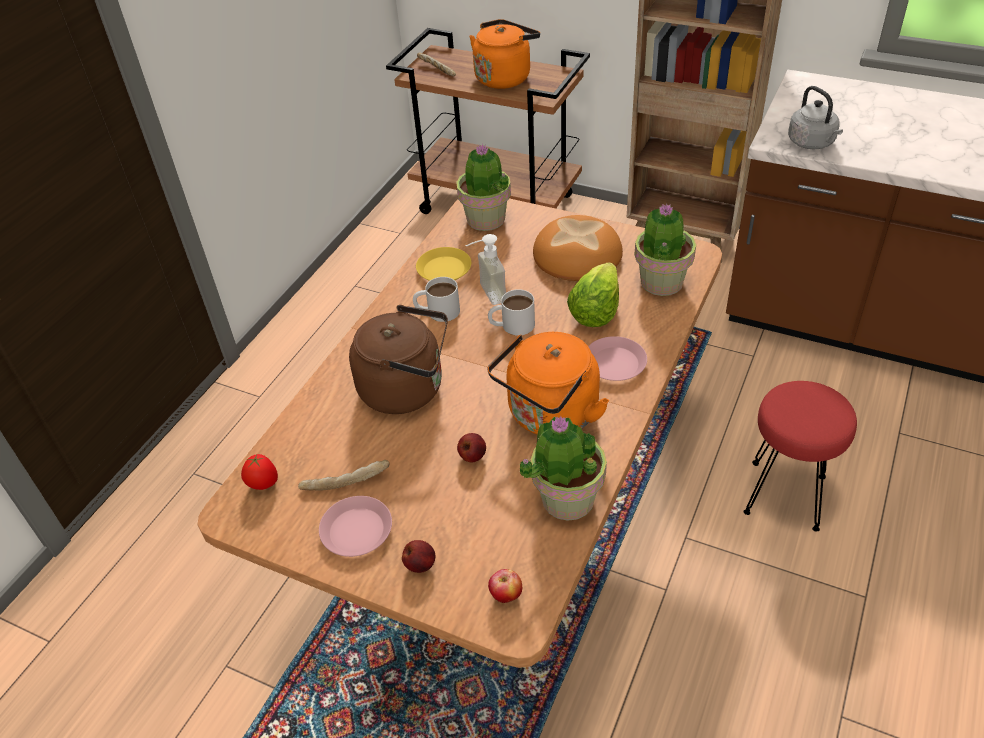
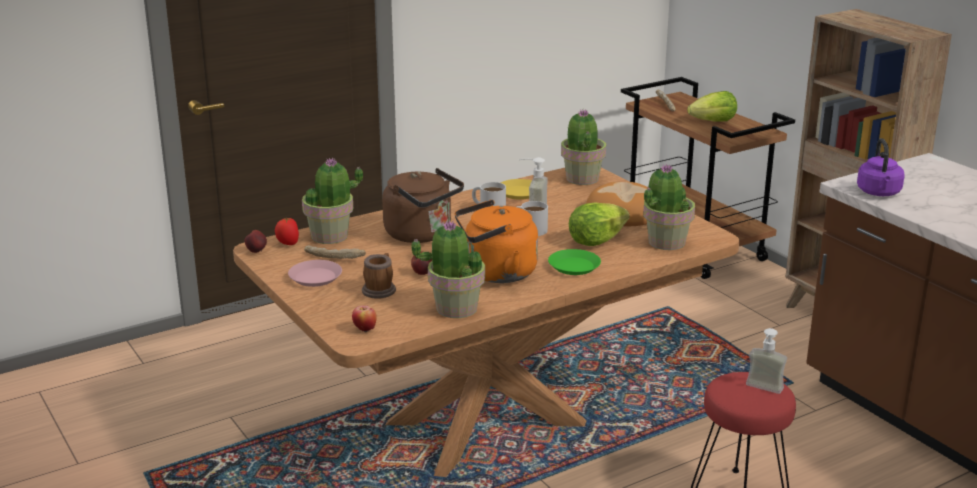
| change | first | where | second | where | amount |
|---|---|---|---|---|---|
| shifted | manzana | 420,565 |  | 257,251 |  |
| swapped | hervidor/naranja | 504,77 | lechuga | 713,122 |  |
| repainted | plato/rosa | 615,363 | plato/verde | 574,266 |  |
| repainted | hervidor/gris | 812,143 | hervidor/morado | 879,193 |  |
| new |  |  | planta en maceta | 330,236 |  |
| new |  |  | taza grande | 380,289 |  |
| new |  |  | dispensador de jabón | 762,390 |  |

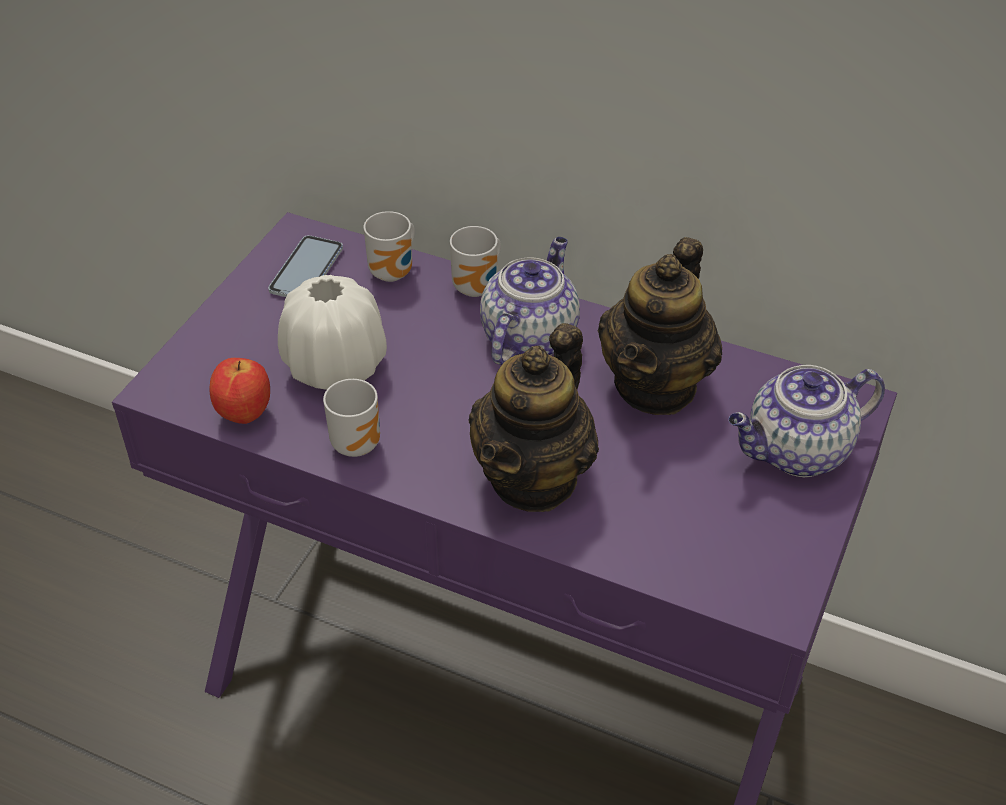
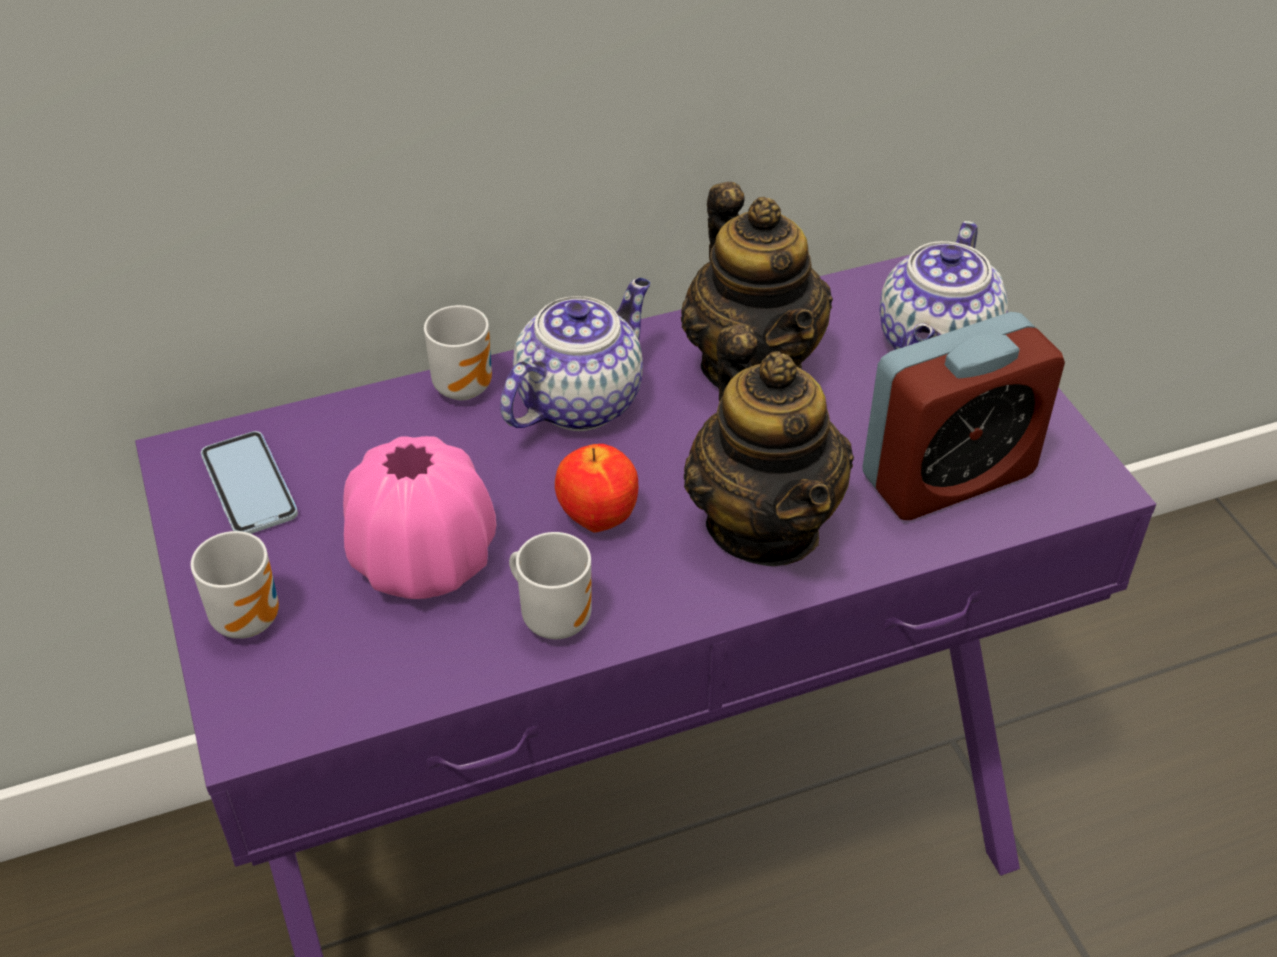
| change | first | where | second | where | amount |
|---|---|---|---|---|---|
| shifted | manzana | 244,414 |  | 596,519 |  |
| repainted | florero/blanco | 335,366 | florero/rosa | 424,561 |  |
| shifted | taza grande | 395,273 |  | 251,617 |  |
| rotated | tetera | 529,336 |  | 580,400 | 60 degrees clockwise |
| new |  |  | despertador | 948,476 |  |

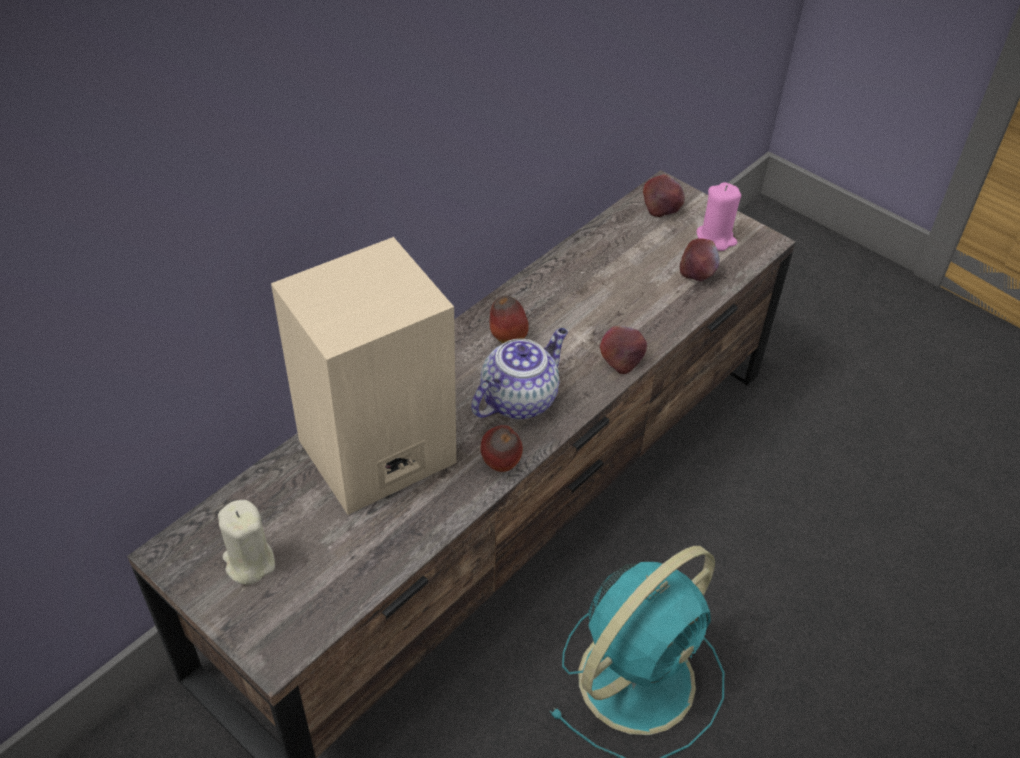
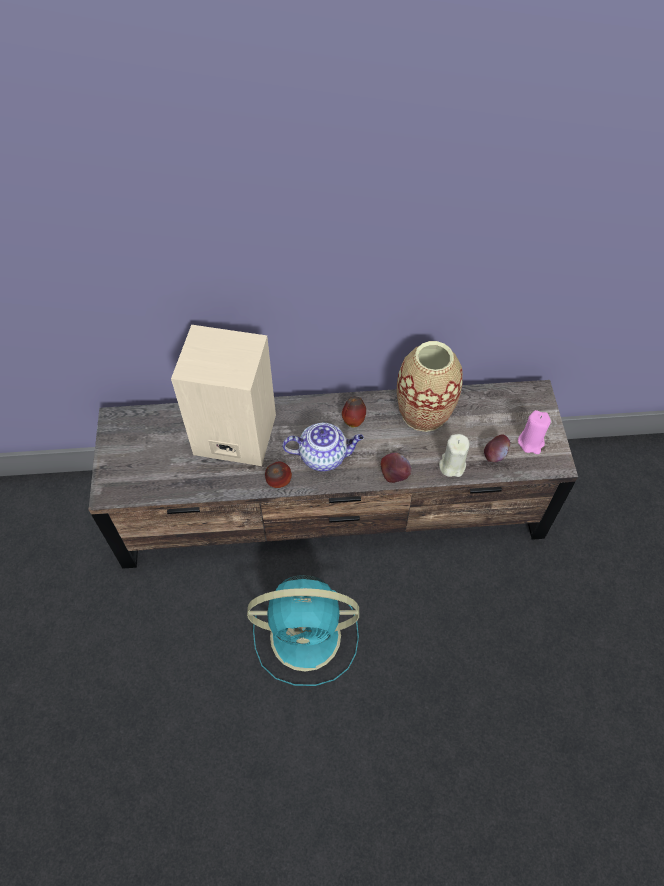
| change | first | where | second | where | amount |
|---|---|---|---|---|---|
| shifted | vela/beis | 249,562 |  | 452,465 |  |
| gone | manzana | 662,209 |  |  |  |
| new |  |  | florero | 424,412 |  |

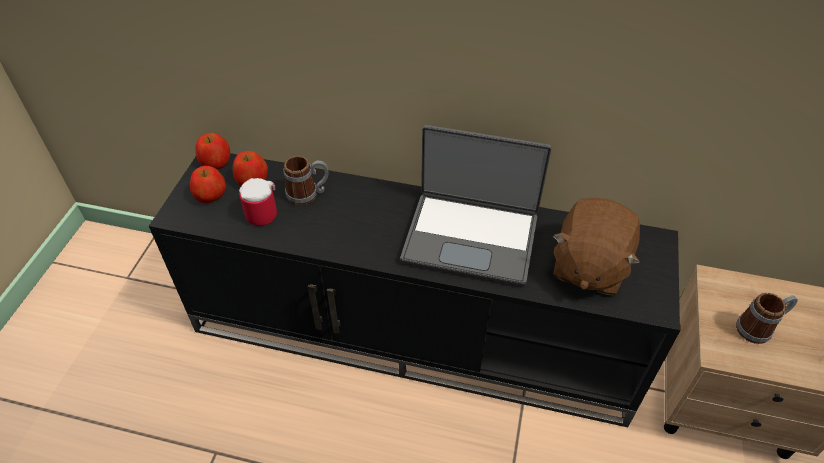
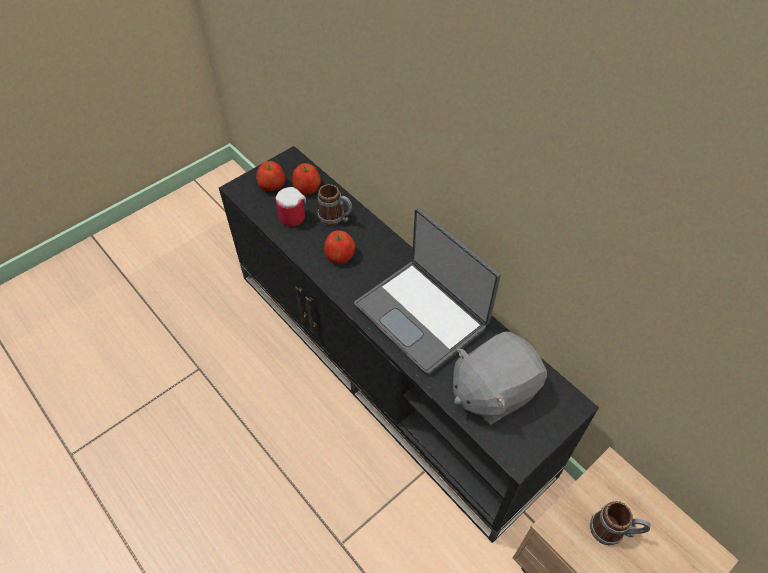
| change | first | where | second | where | amount |
|---|---|---|---|---|---|
| shifted | manzana | 215,161 |  | 340,255 |  |
| repainted | peluche/marrón | 588,266 | peluche/gris | 493,390 |  |

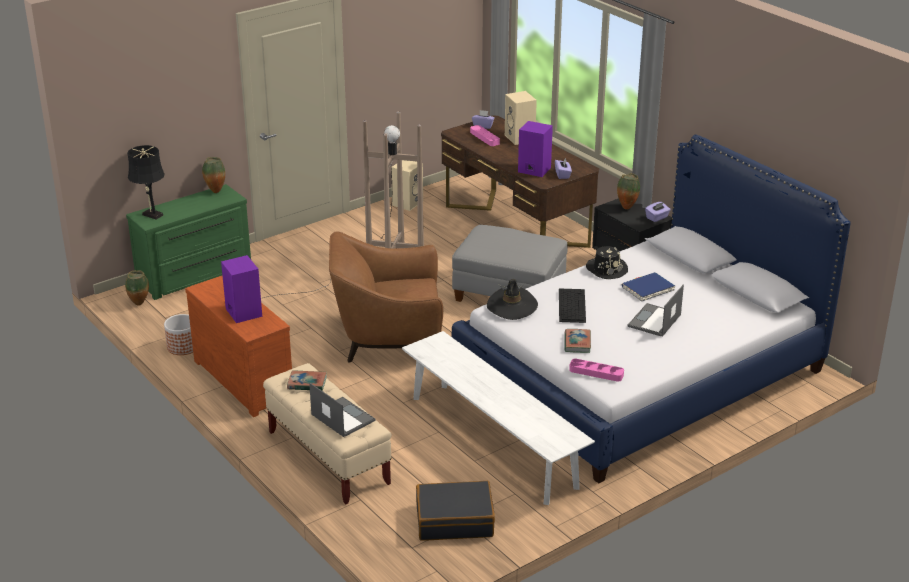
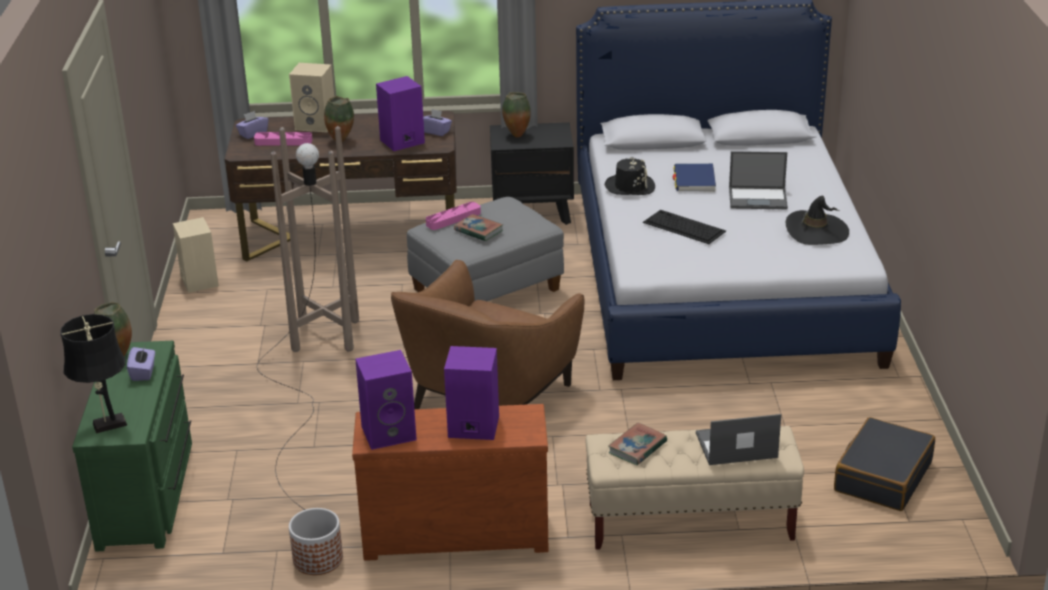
| change | first | where | second | where | amount |
|---|---|---|---|---|---|
| shifted | florero | 140,304 |  | 341,141 |  |
| gone | banco/blanco | 492,441 |  |  |  |
| shifted | sombrero/negro | 512,306 |  | 816,231 |  |
| shifted | libro | 577,343 |  | 478,230 |  |
| shifted | bandeja/rosa | 596,372 |  | 453,219 |  |
| rotated | portátil | 654,321 |  | 758,198 | 60 degrees counterclockwise |
| shifted | caja de pañuelos/morado | 657,218 |  | 143,372 |  |
| new |  |  | altavoz/morado | 389,432 |  |

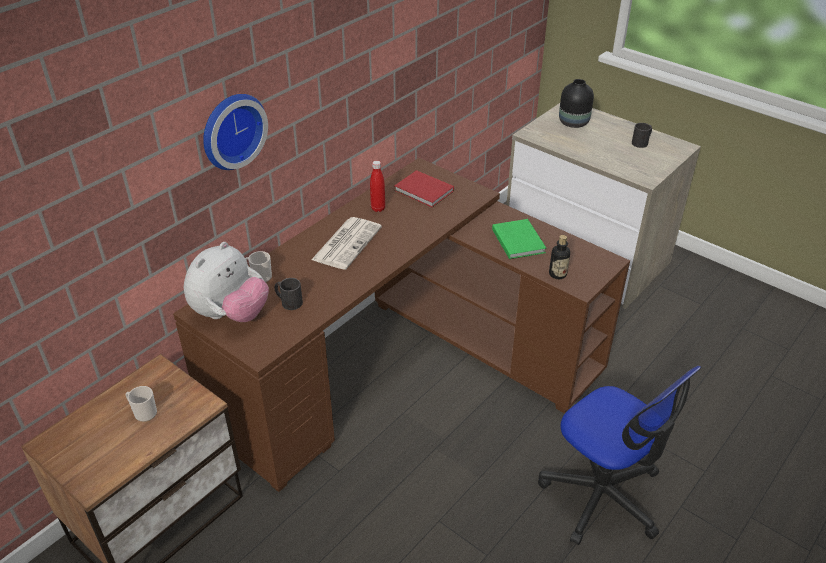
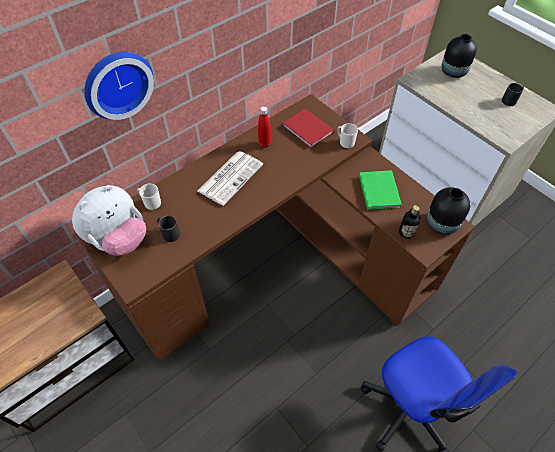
| change | first | where | second | where | amount |
|---|---|---|---|---|---|
| shifted | taza grande | 143,413 |  | 345,142 |  |
| new |  |  | florero/negro | 442,223 |  |

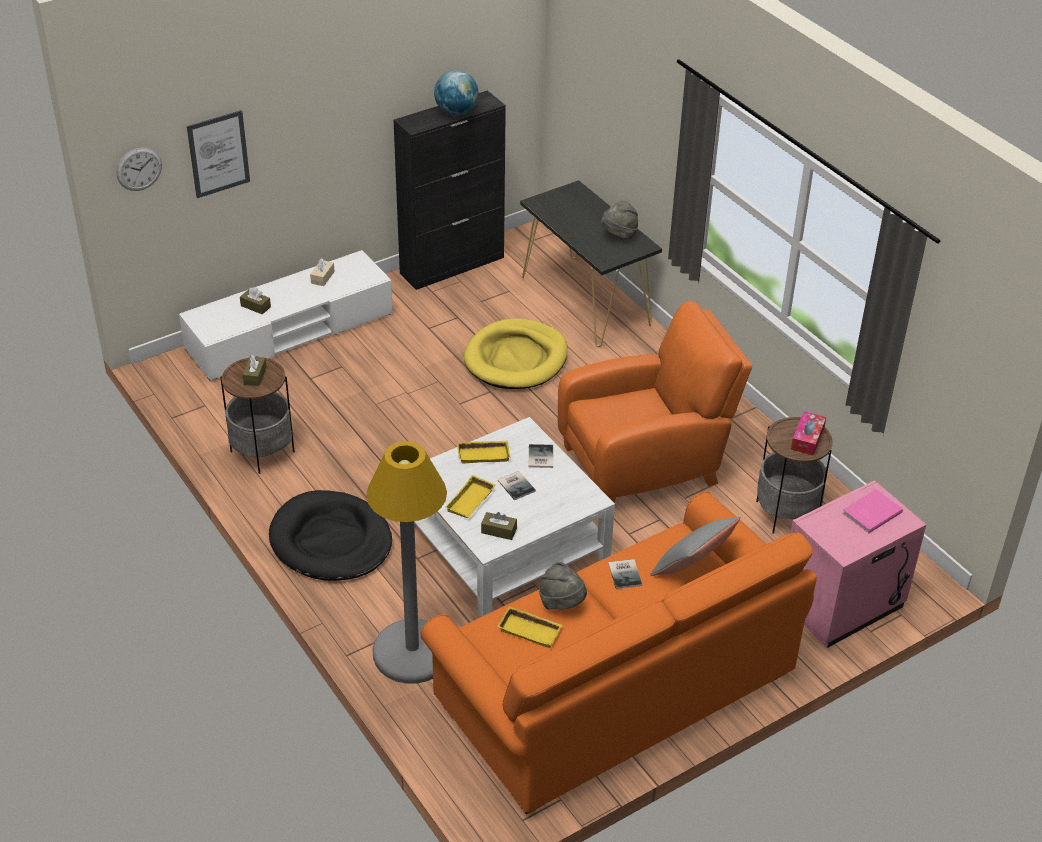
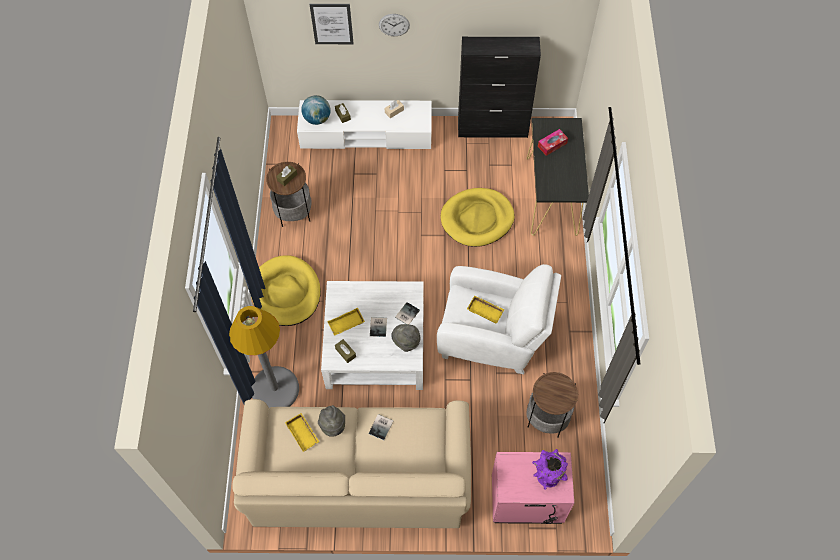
| change | first | where | second | where | amount |
|---|---|---|---|---|---|
| shifted | reloj de pared | 139,169 |  | 394,25 |  |
| repainted | cama para perro/negro | 331,541 | cama para perro/amarillo | 286,293 |  |
| repainted | sofá/naranja | 614,689 | sofá/beis | 358,476 |  |
| shifted | globo terráqueo | 456,112 |  | 317,119 |  |
| shifted | bandeja/amarillo | 484,454 |  | 486,310 |  |
| repainted | sillón/naranja | 645,464 | sillón/blanco | 492,336 |  |
| shifted | sombrero/gris | 619,235 |  | 406,342 |  |
| gone | cojín/gris | 692,568 |  |  |  |
| shifted | caja de pañuelos | 807,438 |  | 552,145 |  |
| swapped | libro/rosa | 870,512 | florero/morado | 547,474 |  |

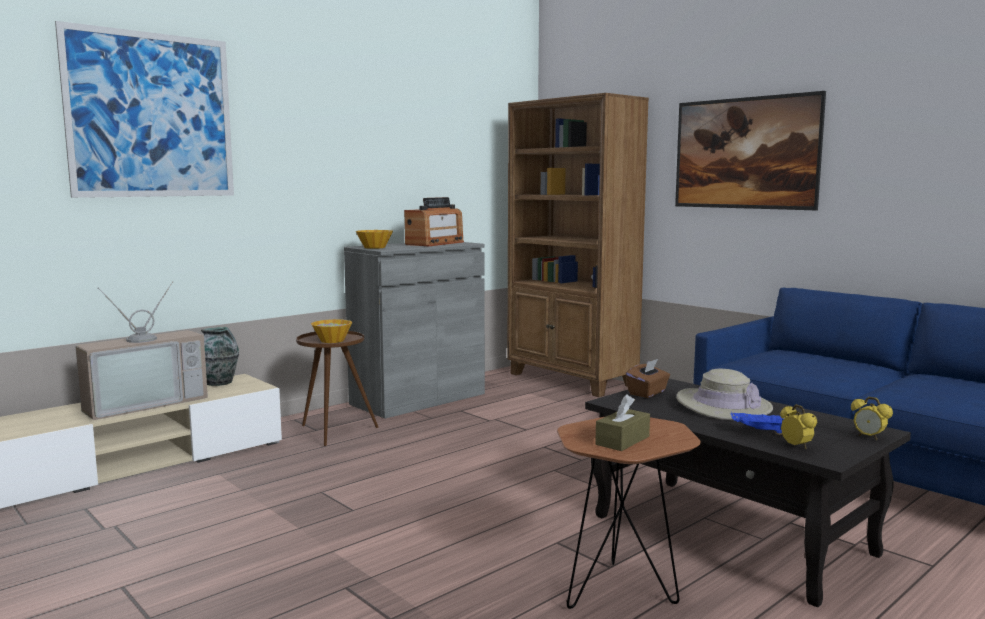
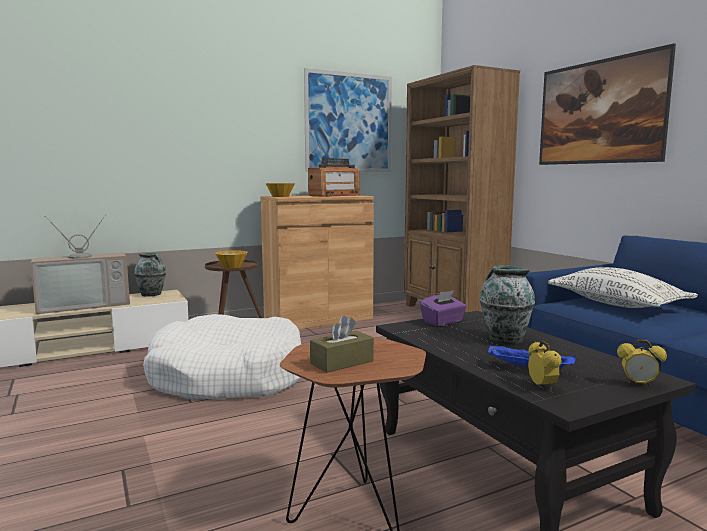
| change | first | where | second | where | amount |
|---|---|---|---|---|---|
| shifted | cuadro | 151,115 |  | 349,123 |  |
| repainted | armario/gris | 418,399 | armario/marrón | 318,319 |  |
| repainted | caja de pañuelos/marrón | 647,393 | caja de pañuelos/morado | 443,322 |  |
| swapped | sombrero/beis | 723,406 | florero | 504,339 |  |
| rotated | despertador | 869,437 |  | 638,384 | 45 degrees counterclockwise |
| new |  |  | cama para perro/blanco | 228,377 |  |
| new |  |  | cojín/blanco | 615,304 |  |

